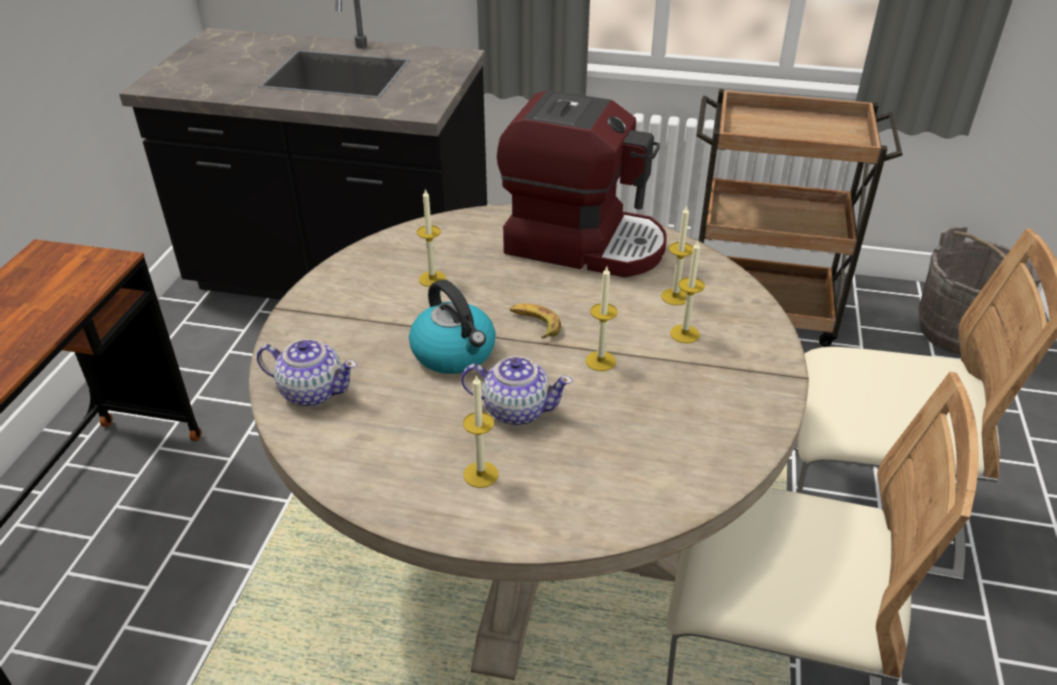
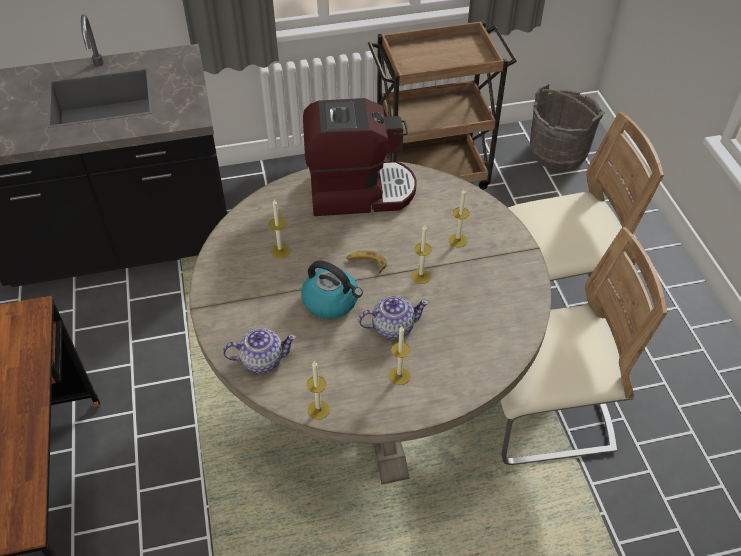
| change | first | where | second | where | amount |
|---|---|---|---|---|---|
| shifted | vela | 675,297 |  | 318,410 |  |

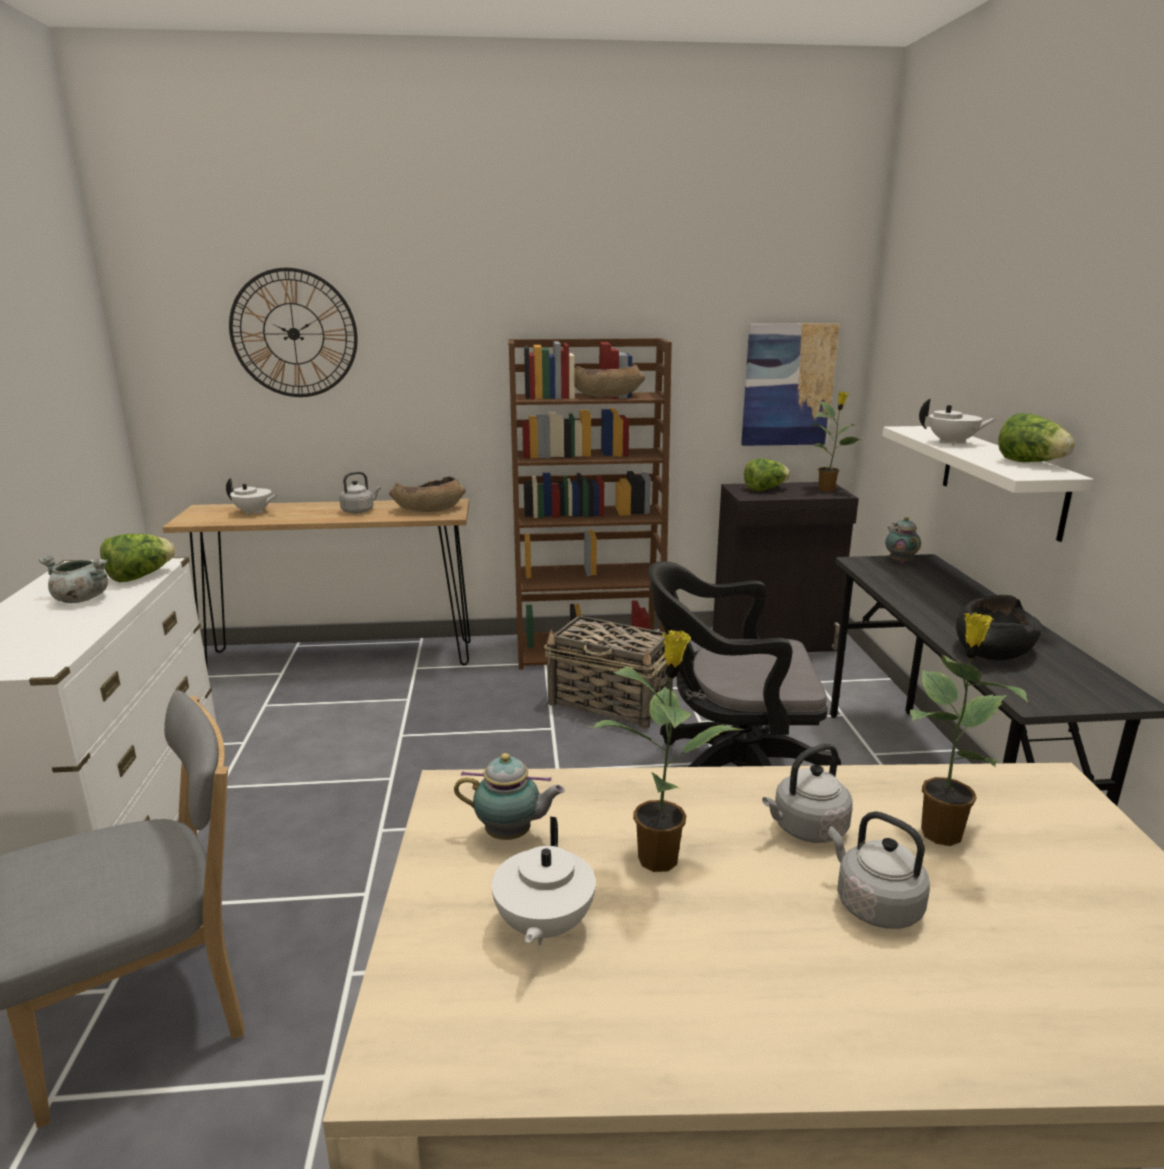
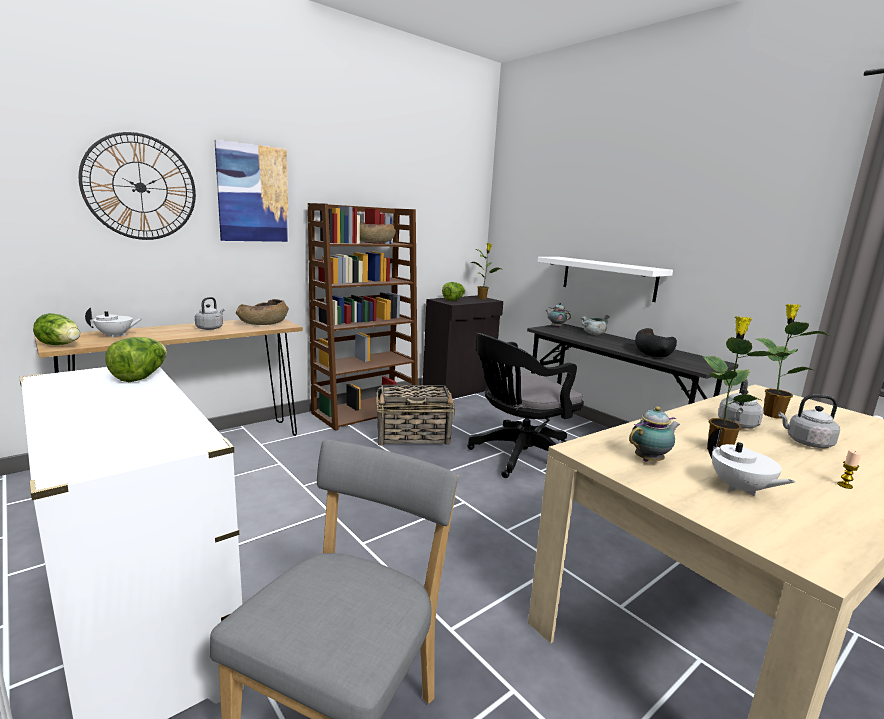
| change | first | where | second | where | amount |
|---|---|---|---|---|---|
| shifted | olla/gris | 80,599 |  | 593,334 |  |
| shifted | cuadro | 788,385 |  | 253,194 |  |
| gone | tetera/blanco | 952,443 |  |  |  |
| shifted | lechuga | 1030,463 |  | 61,345 |  |
| new |  |  | vela | 844,485 |  |

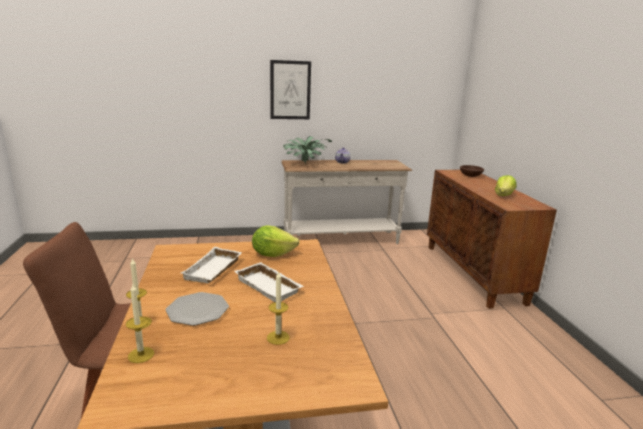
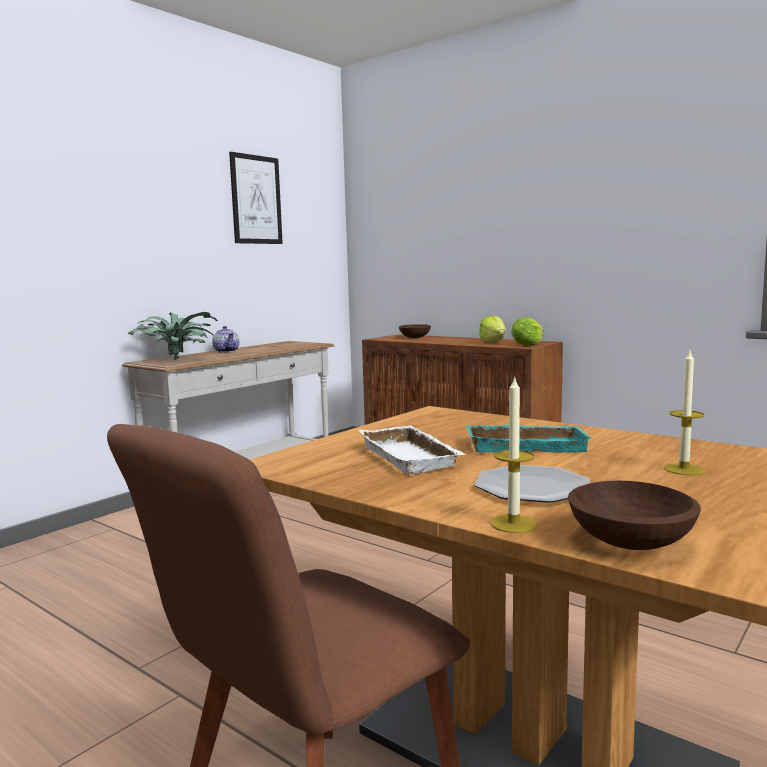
| change | first | where | second | where | amount |
|---|---|---|---|---|---|
| swapped | vela | 141,355 | cuenco/marrón | 630,541 |  |
| repainted | bandeja/blanco | 270,286 | bandeja/turquesa | 527,445 |  |
| shifted | lechuga | 272,254 |  | 527,345 |  |
| shifted | cuadro | 290,90 |  | 256,200 |  |

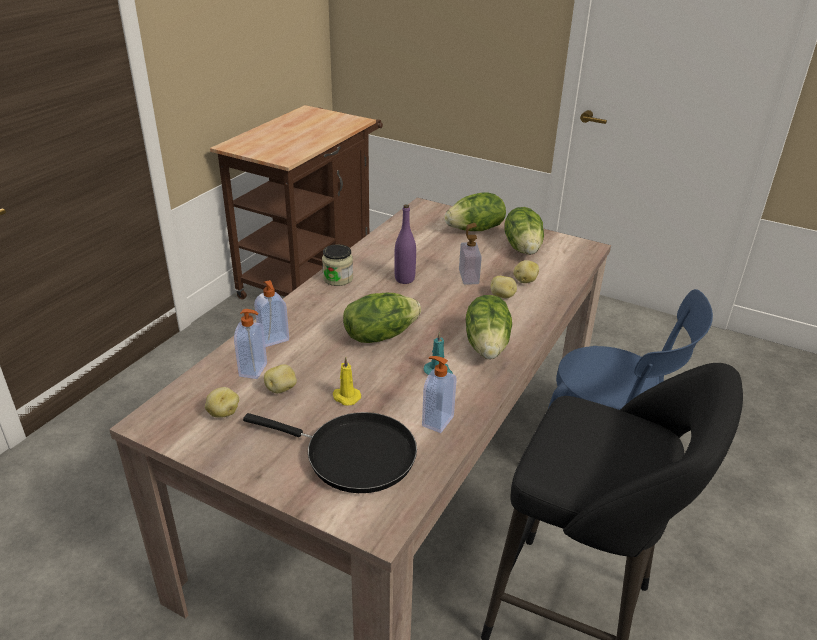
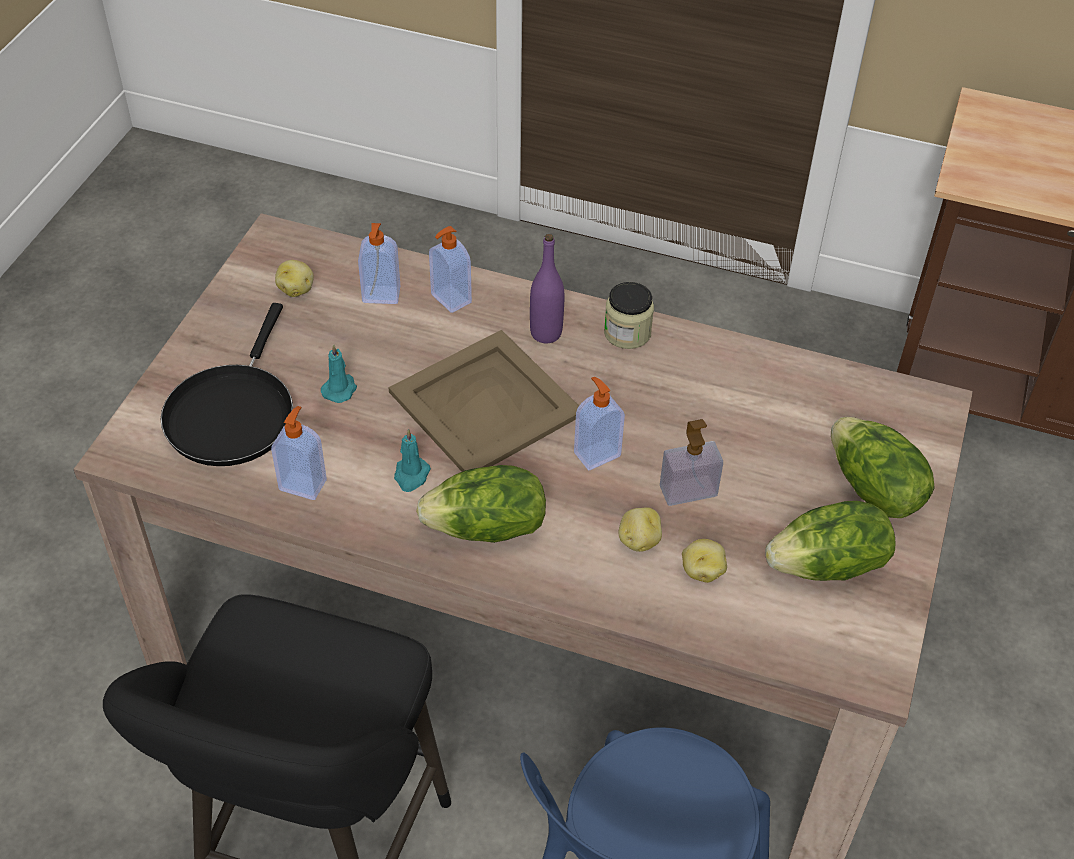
| change | first | where | second | where | amount |
|---|---|---|---|---|---|
| gone | patata | 281,389 |  |  |  |
| repainted | vela/amarillo | 345,397 | vela/turquesa | 340,389 |  |
| swapped | lechuga | 379,335 | bandeja/beis | 486,402 |  |
| shifted | botella/morado | 404,279 |  | 546,333 |  |
| new |  |  | dispensador de jabón | 596,453 |  |

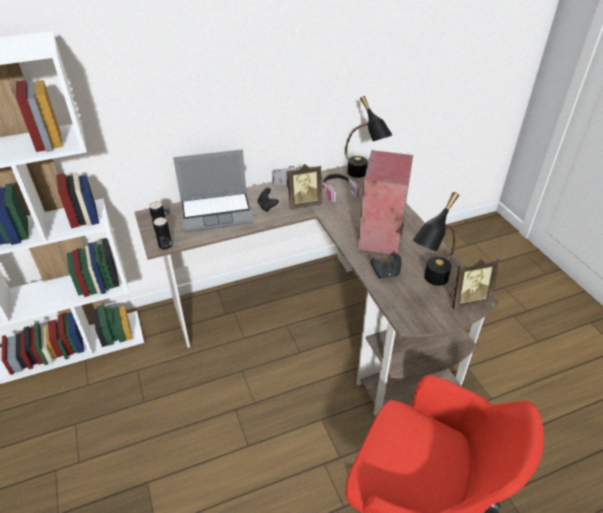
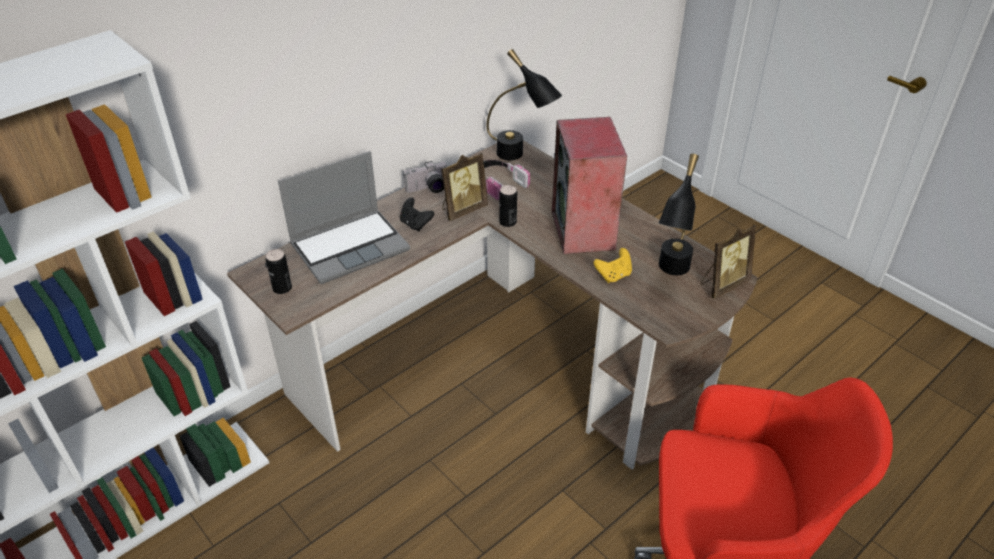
| change | first | where | second | where | amount |
|---|---|---|---|---|---|
| shifted | lata | 165,245 |  | 508,222 |  |
| repainted | mando de consola/negro | 386,273 | mando de consola/amarillo | 613,275 |  |

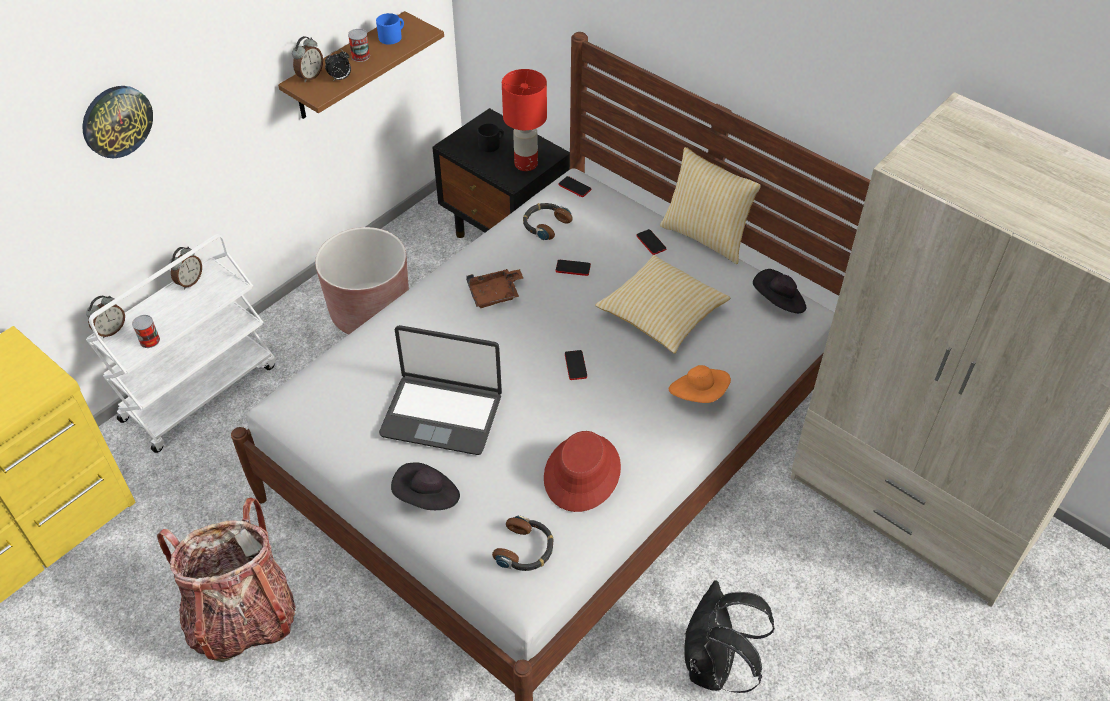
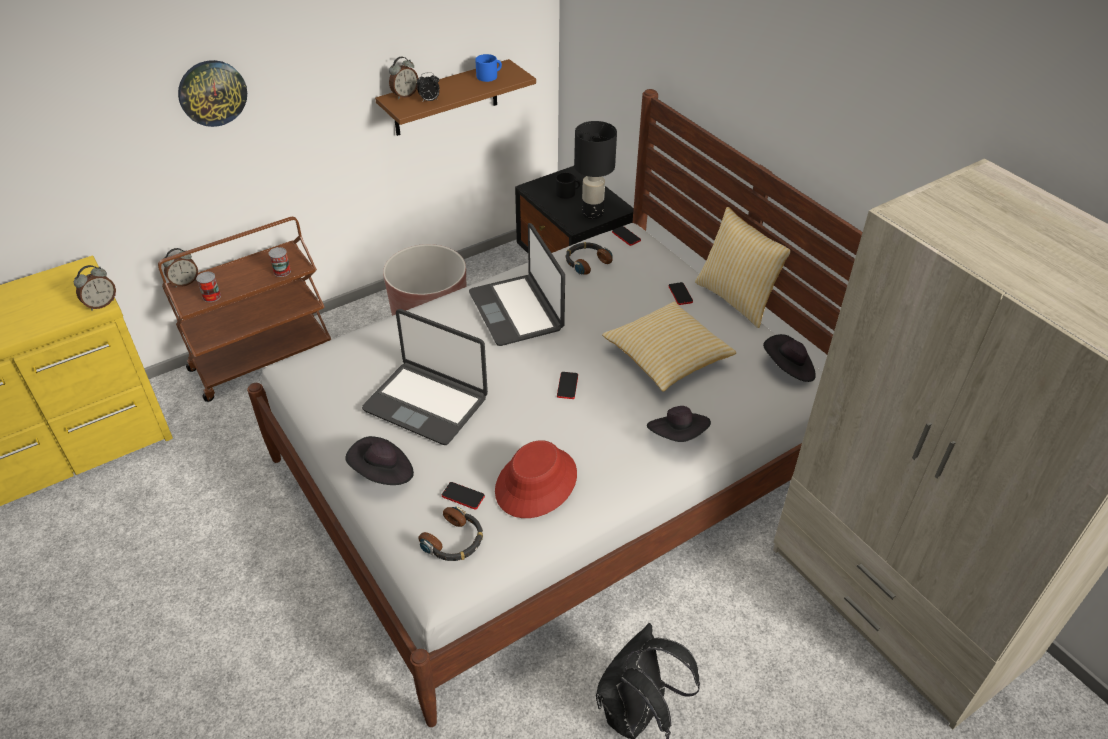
| change | first | where | second | where | amount |
|---|---|---|---|---|---|
| repainted | carrito/blanco | 200,391 | carrito/marrón | 263,359 |  |
| gone | mochila | 242,617 |  |  |  |
| shifted | despertador | 189,281 |  | 101,304 |  |
| shifted | lata | 360,56 |  | 282,271 |  |
| swapped | bandeja/marrón | 495,294 | portátil | 517,311 |  |
| repainted | lámpara de mesa/rojo | 526,164 | lámpara de mesa/negro | 593,213 |  |
| shifted | móvil | 573,268 |  | 463,496 |  |
| repainted | sombrero/naranja | 698,394 | sombrero/negro | 677,436 |  |

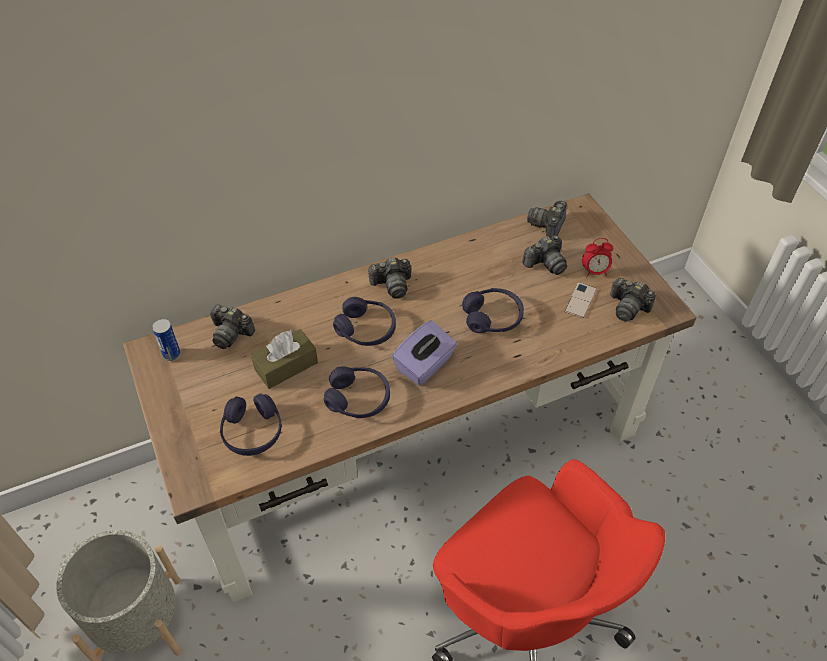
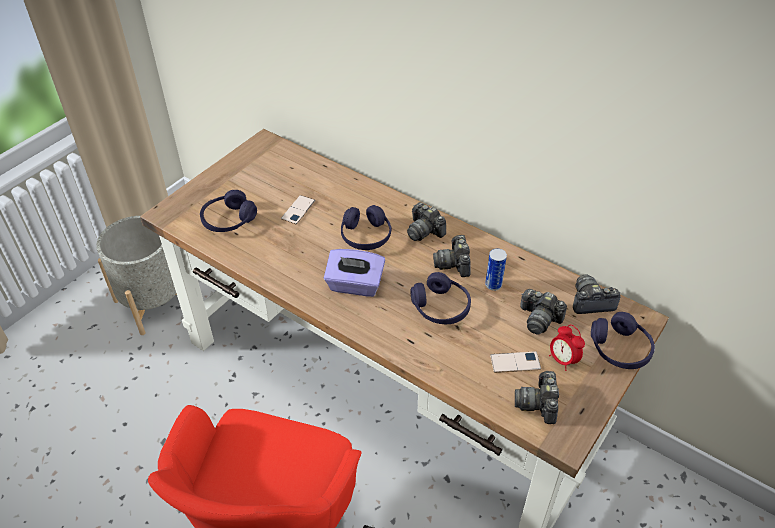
| change | first | where | second | where | amount |
|---|---|---|---|---|---|
| shifted | lata | 172,354 |  | 493,285 |  |
| shifted | cámara | 231,333 |  | 454,264 |  |
| swapped | caja de pañuelos/marrón | 286,366 | móvil | 298,210 |  |
| shifted | auriculares/morado | 358,399 |  | 619,349 |  |

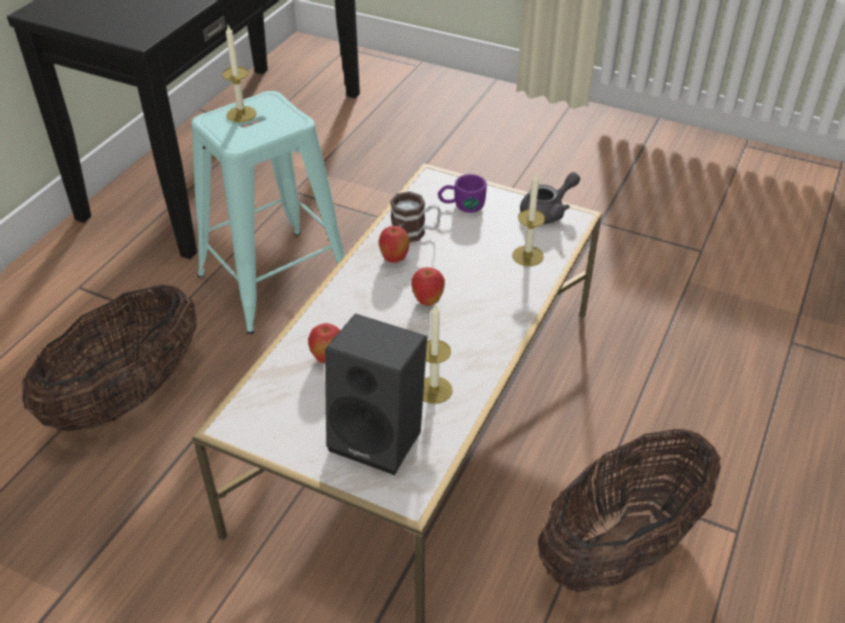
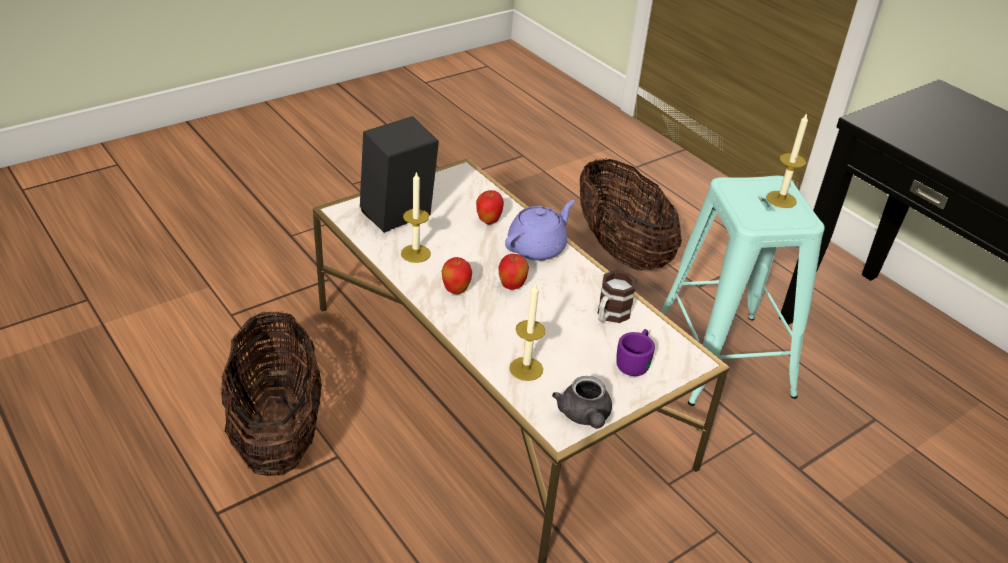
| change | first | where | second | where | amount |
|---|---|---|---|---|---|
| shifted | manzana | 394,259 |  | 456,291 |  |
| new |  |  | tetera/morado | 537,247 |  |

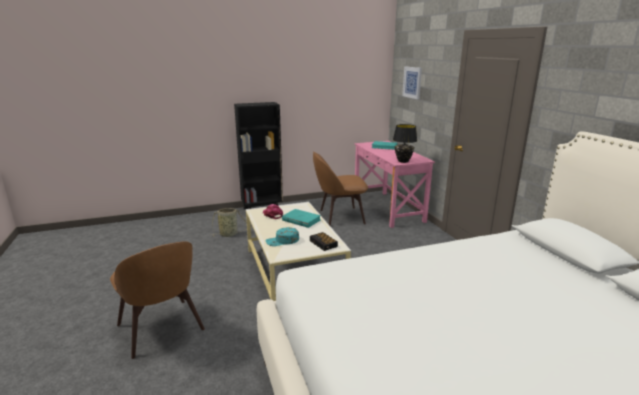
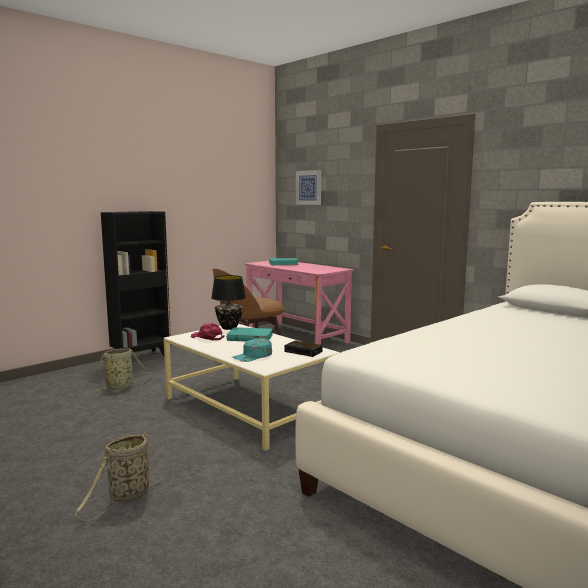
| change | first | where | second | where | amount |
|---|---|---|---|---|---|
| swapped | silla/marrón | 161,329 | cesta | 127,497 |  |
| shifted | lámpara de mesa/negro | 403,161 |  | 229,328 |  |

